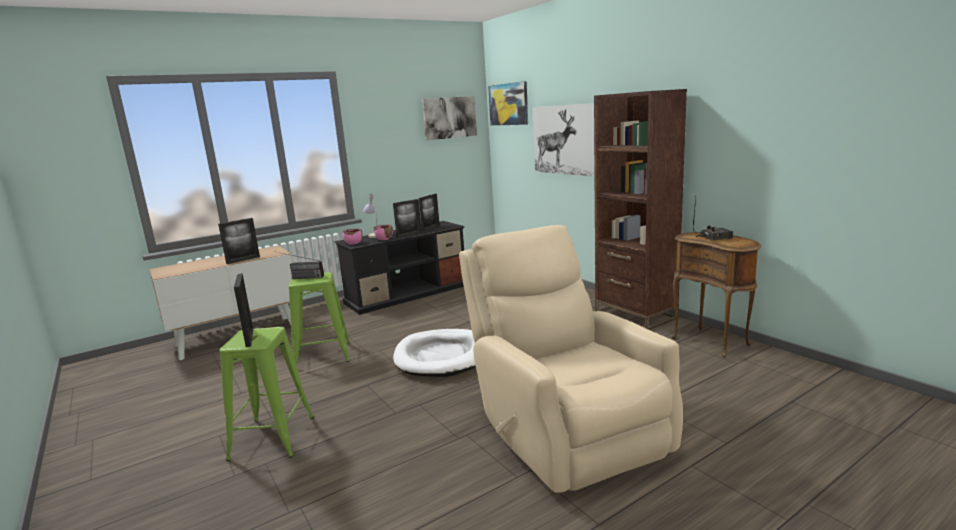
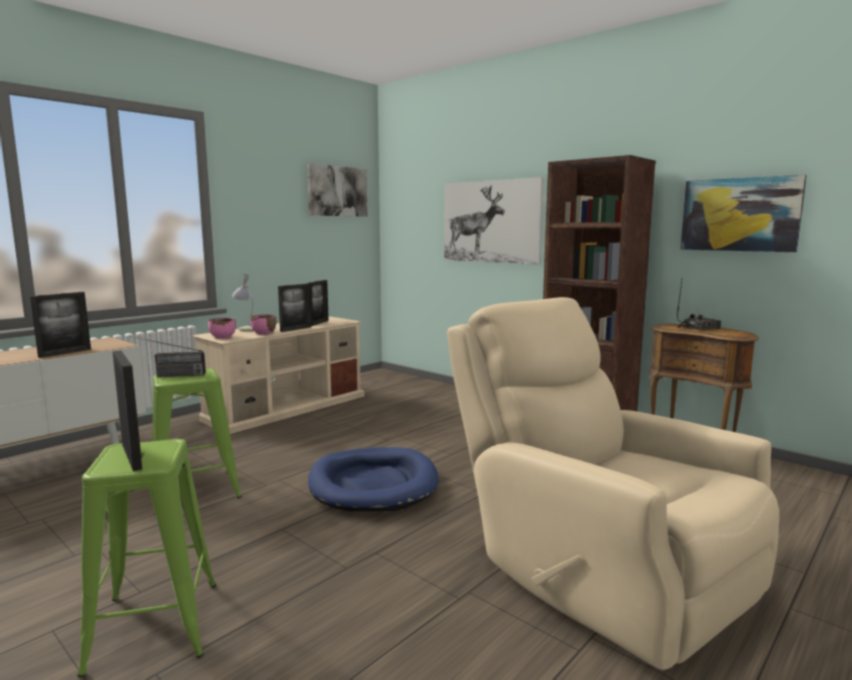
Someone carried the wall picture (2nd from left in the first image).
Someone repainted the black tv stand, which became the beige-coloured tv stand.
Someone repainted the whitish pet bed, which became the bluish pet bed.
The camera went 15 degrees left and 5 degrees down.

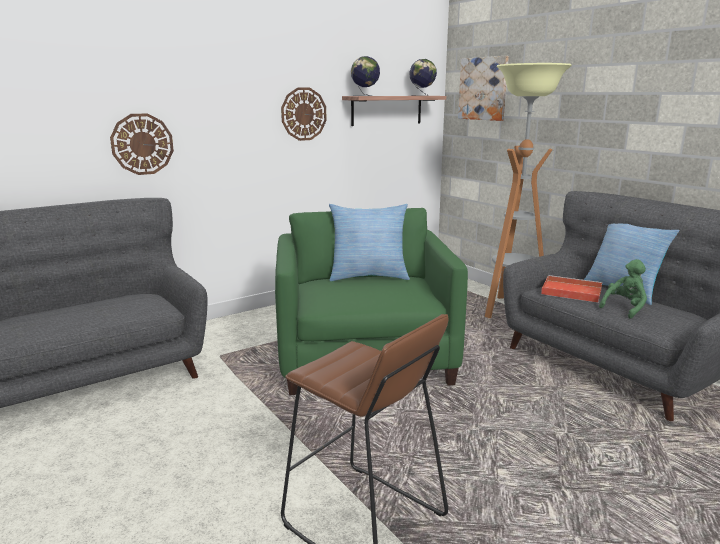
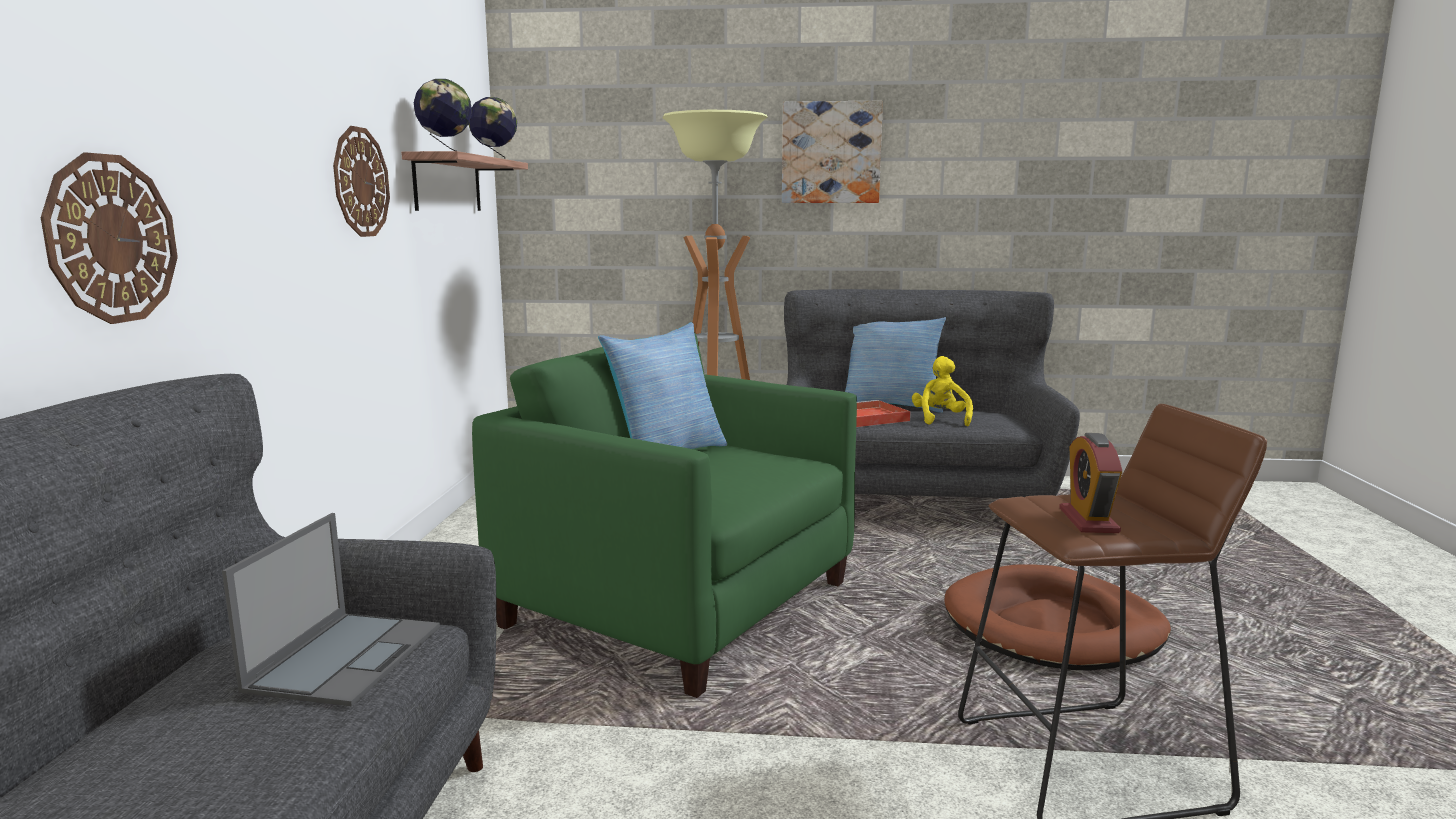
Someone carried the wall picture.
Someone repainted the green-coloured plush toy, which became the yellow-coloured plush toy.
Someone put down the alarm clock.
Someone put down the portable computer.
Someone put down the brown-coloured pet bed.
The camera went 50 degrees left and 5 degrees down.

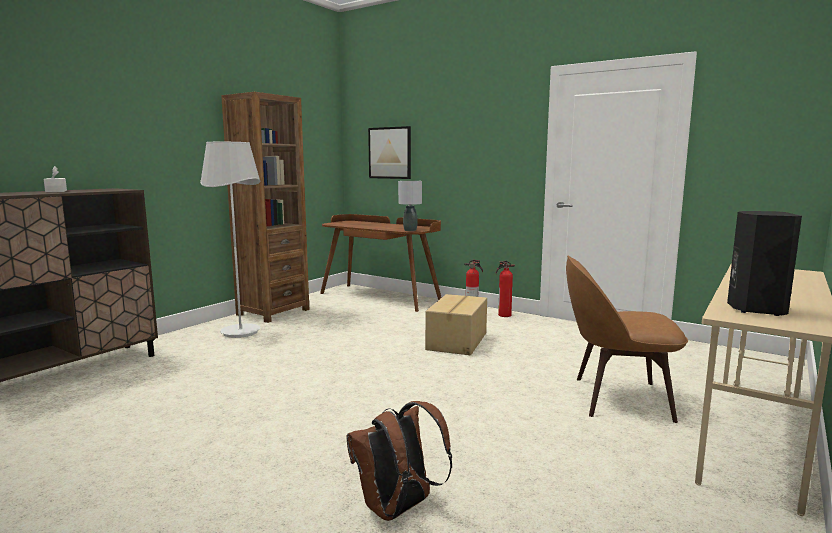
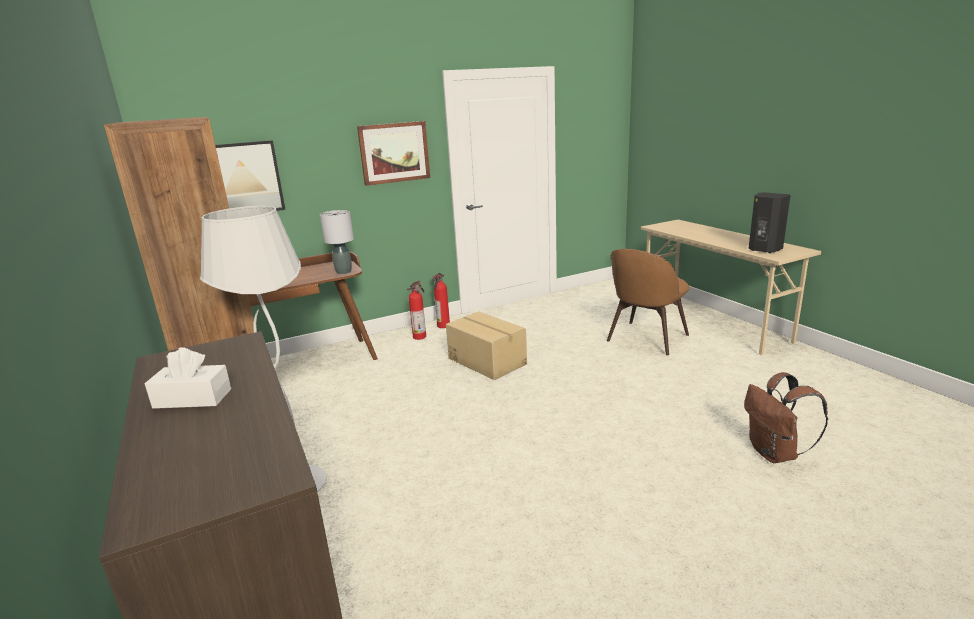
Someone put up the wall picture (2nd from left).
The camera went 60 degrees left and 10 degrees up.

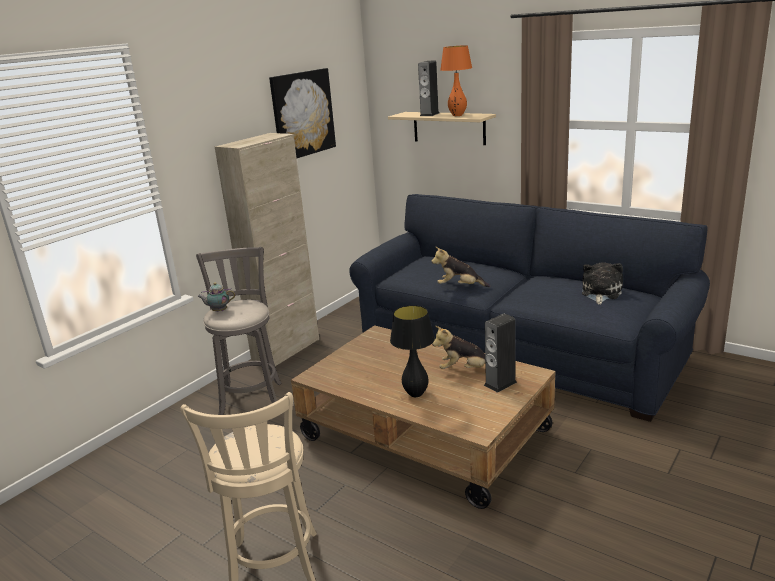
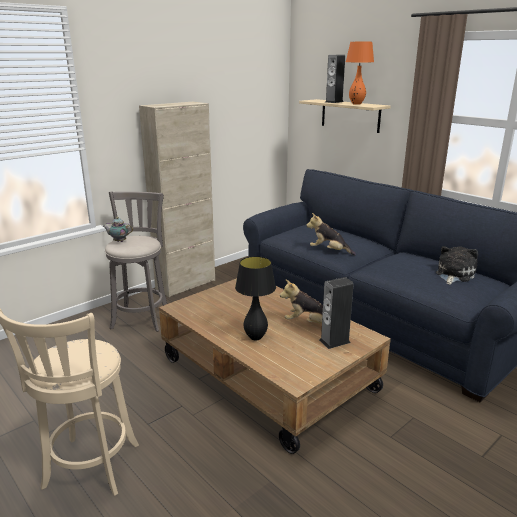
Someone took away the wall picture.
The camera went 10 degrees right and 0 degrees up.

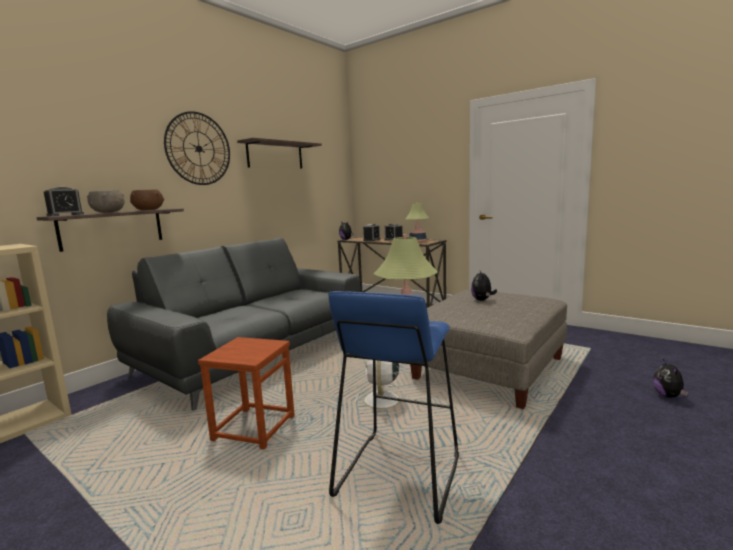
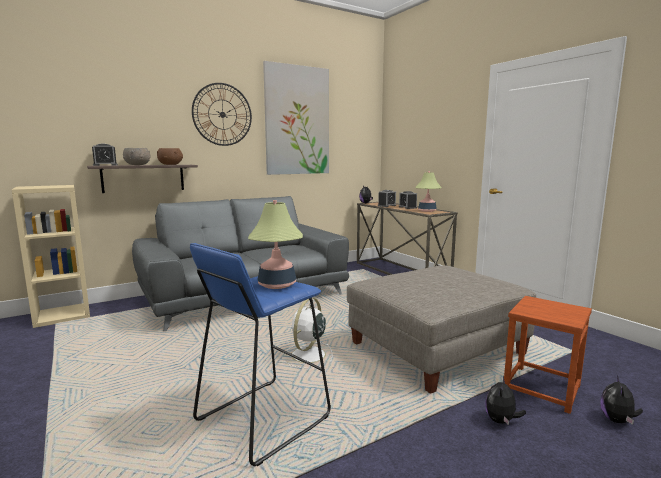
Someone swapped the shelf (2nd from left) for the wall picture.
Someone carried the plush toy (2nd from left).
Someone carried the brown-coloured sitting stool.
The camera went 20 degrees right and 0 degrees up.

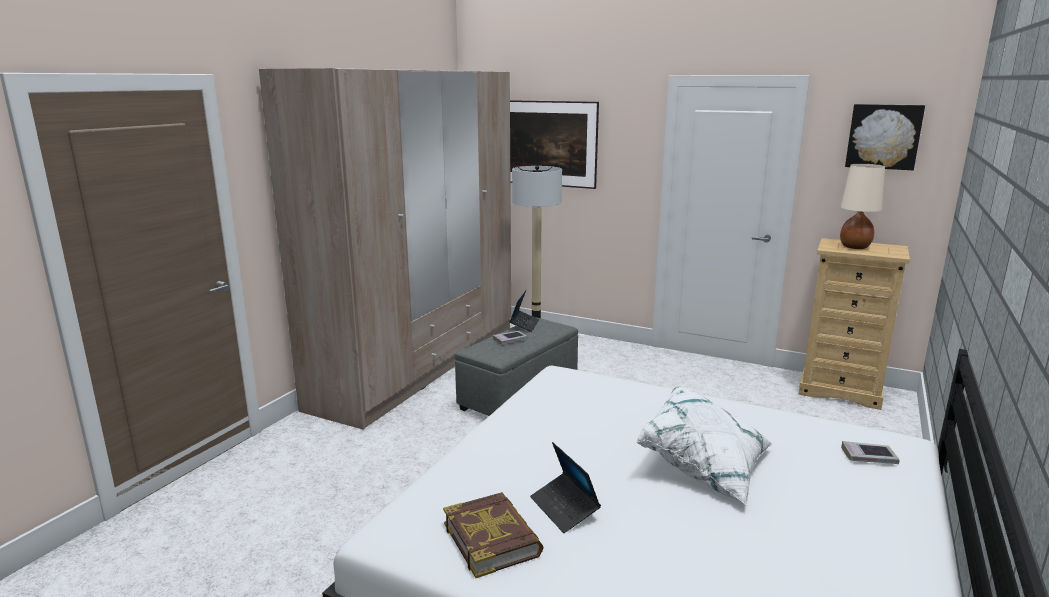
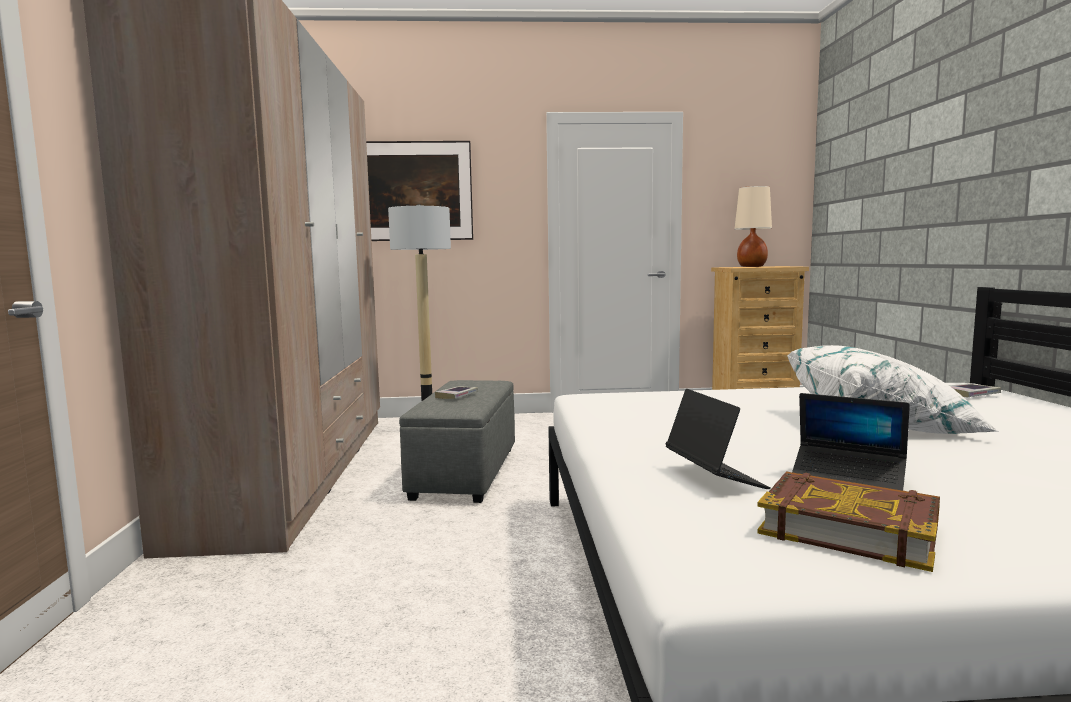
Someone took away the wall picture (2nd from left).
Someone carried the portable computer (1st from left).
The camera went 30 degrees left and 10 degrees down.

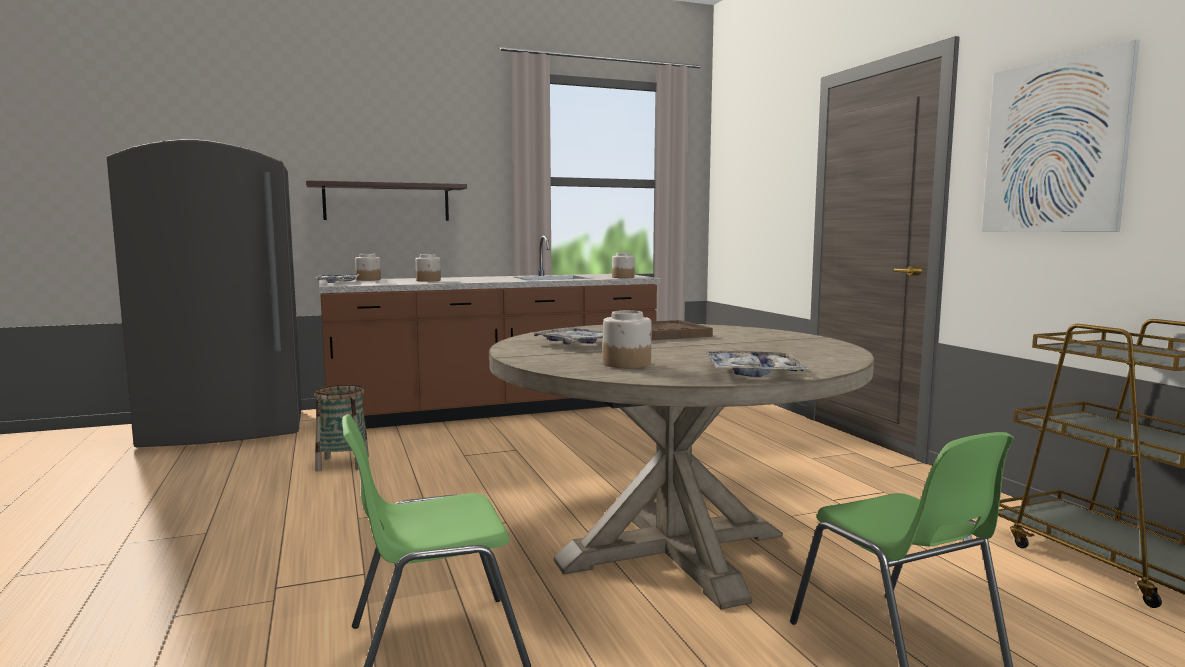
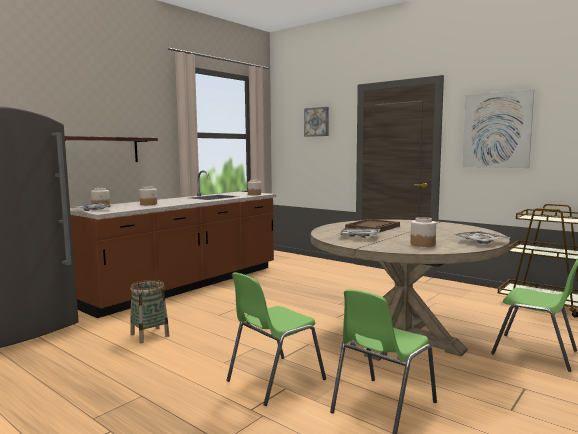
Someone put up the wall picture (1st from left).
Someone put down the green-coloured upright chair (1st from left).
The camera went 30 degrees left and 0 degrees up.

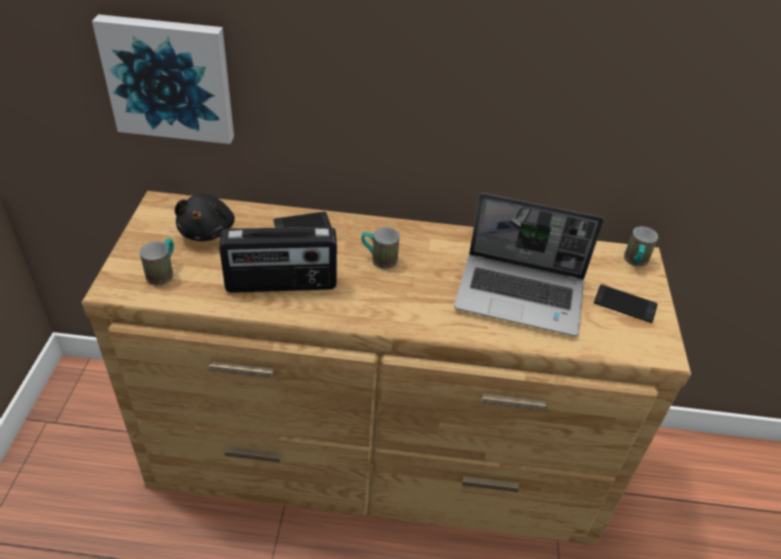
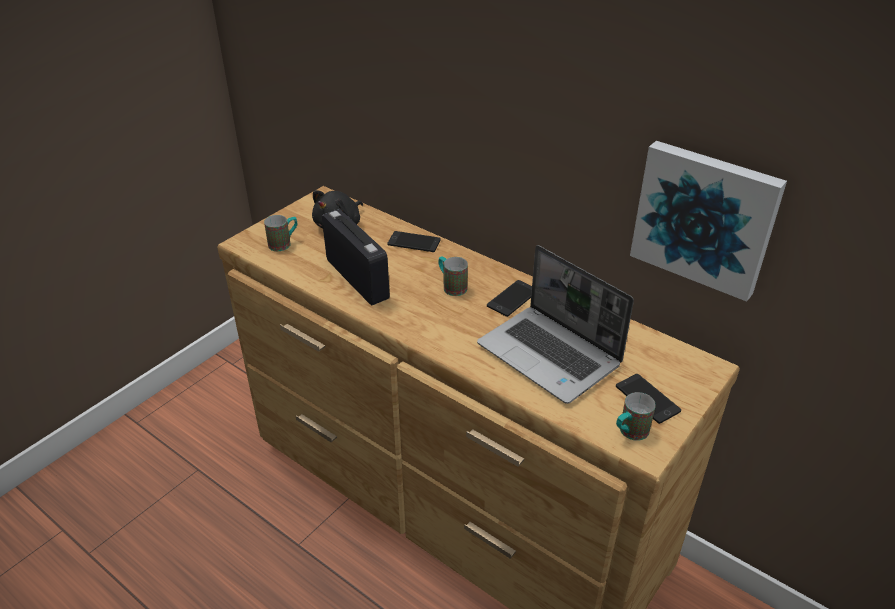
Someone carried the wall picture.
Someone carried the tea mug (3rd from left).
Someone rotated the radio receiver by 150 degrees counterclockwise.
Someone put down the telephone (2nd from left).
The camera went 35 degrees right and 5 degrees down.

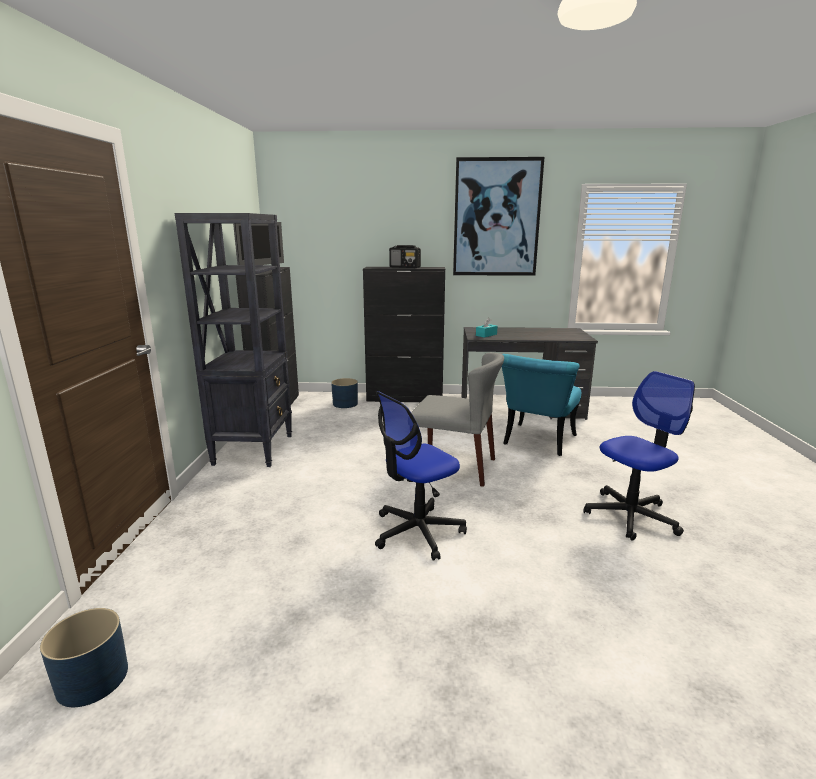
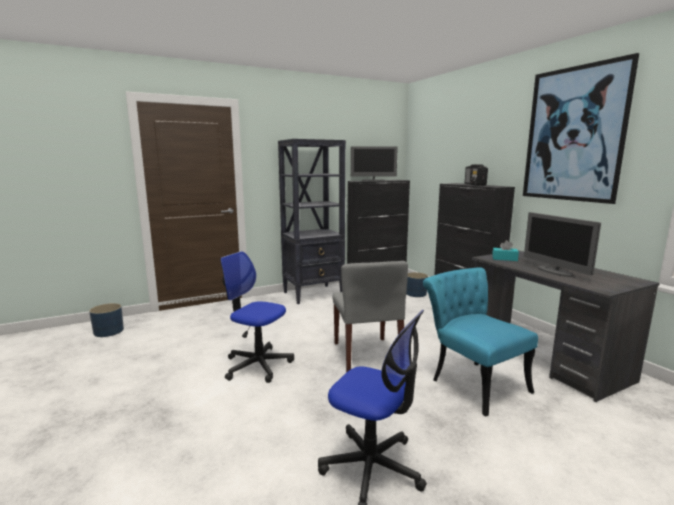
Someone rotated the blue-green upright chair by 60 degrees clockwise.
Someone put down the computer screen (2nd from left).
The camera went 60 degrees right and 5 degrees down.

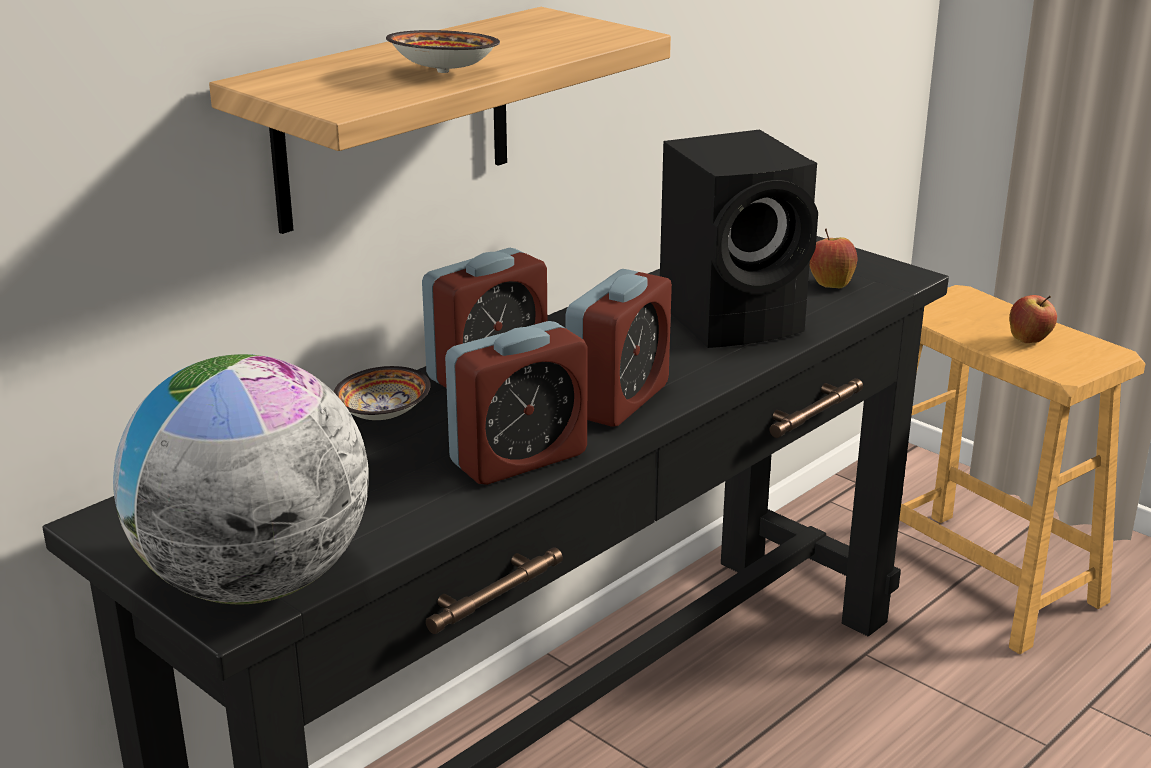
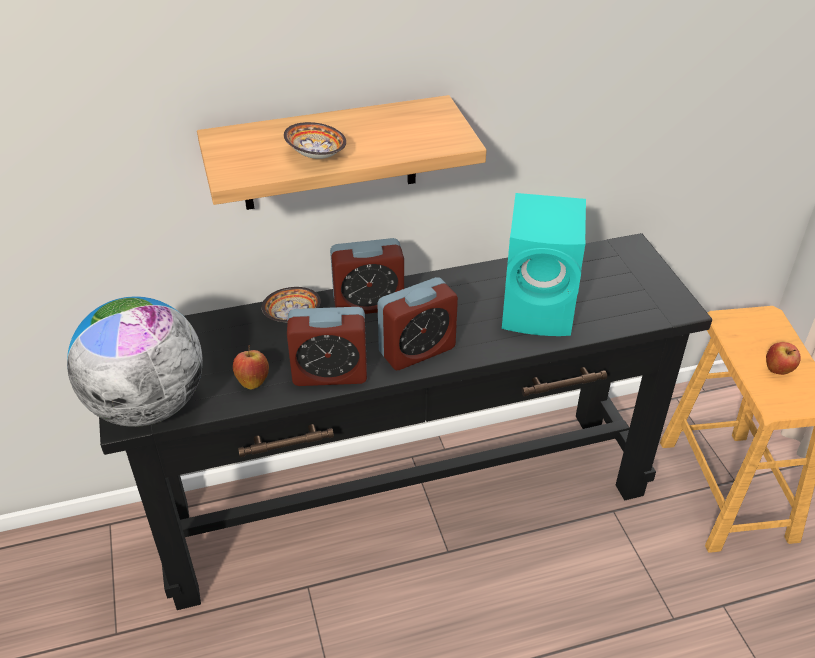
Someone repainted the black loudspeaker, which became the blue-green loudspeaker.
Someone carried the whole apple (1st from left).
The camera went 30 degrees right and 15 degrees up.

